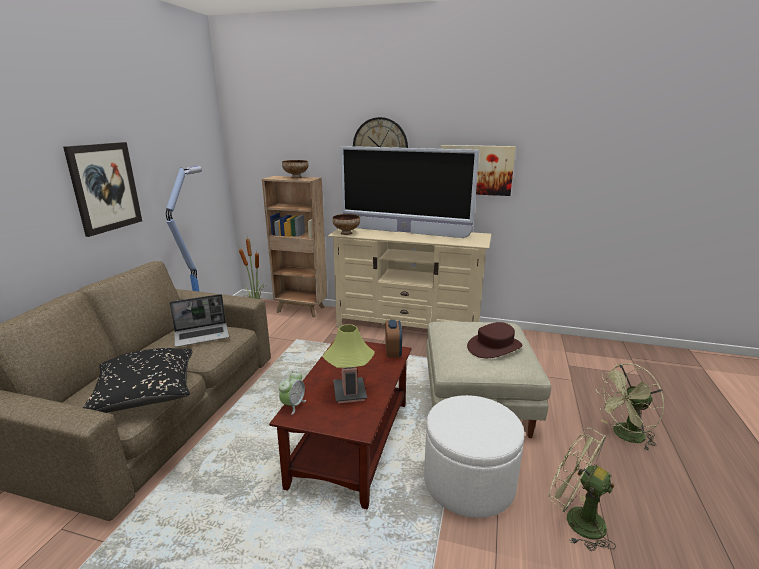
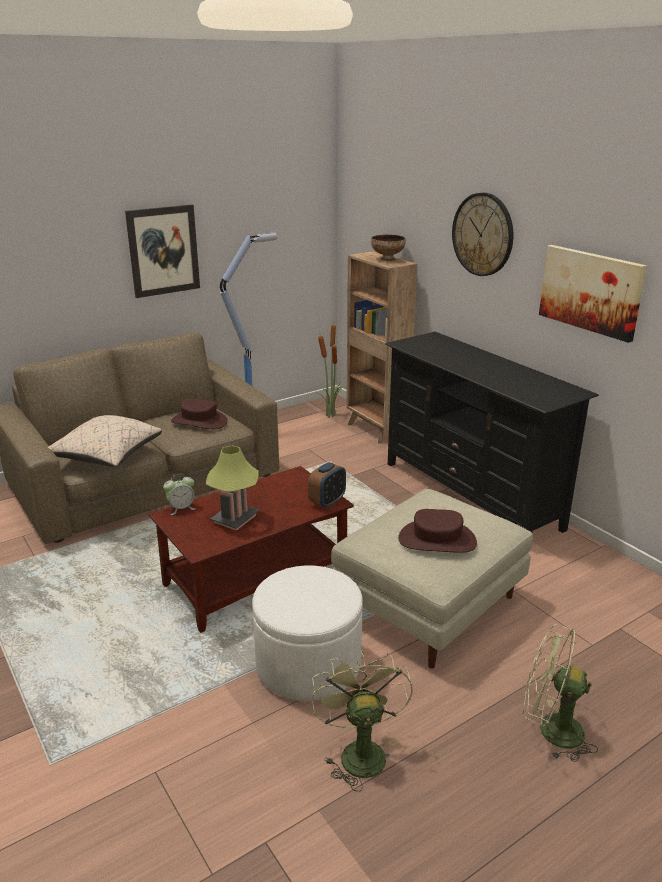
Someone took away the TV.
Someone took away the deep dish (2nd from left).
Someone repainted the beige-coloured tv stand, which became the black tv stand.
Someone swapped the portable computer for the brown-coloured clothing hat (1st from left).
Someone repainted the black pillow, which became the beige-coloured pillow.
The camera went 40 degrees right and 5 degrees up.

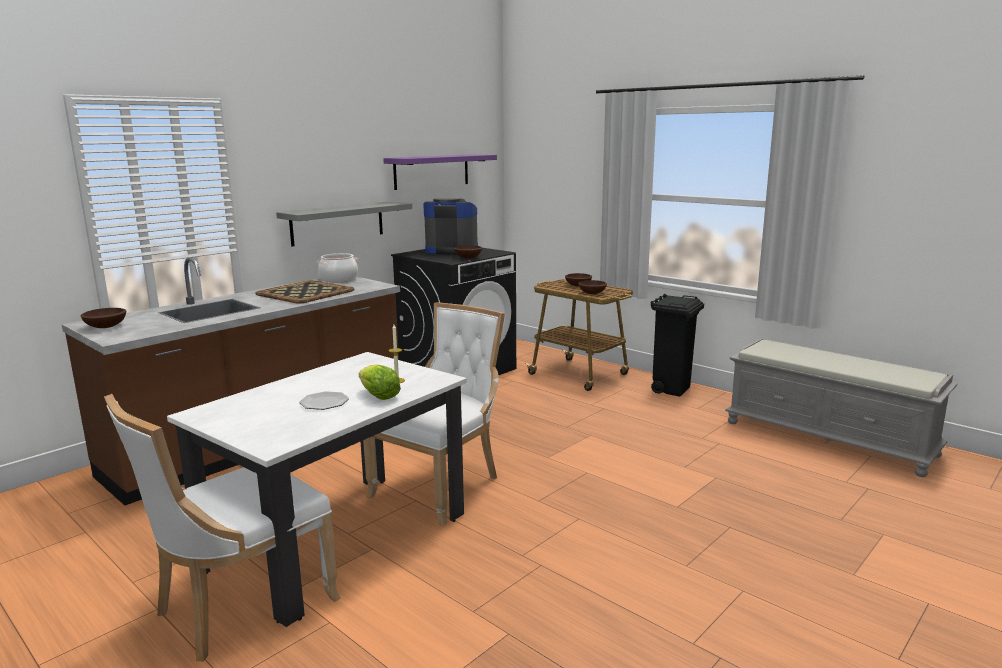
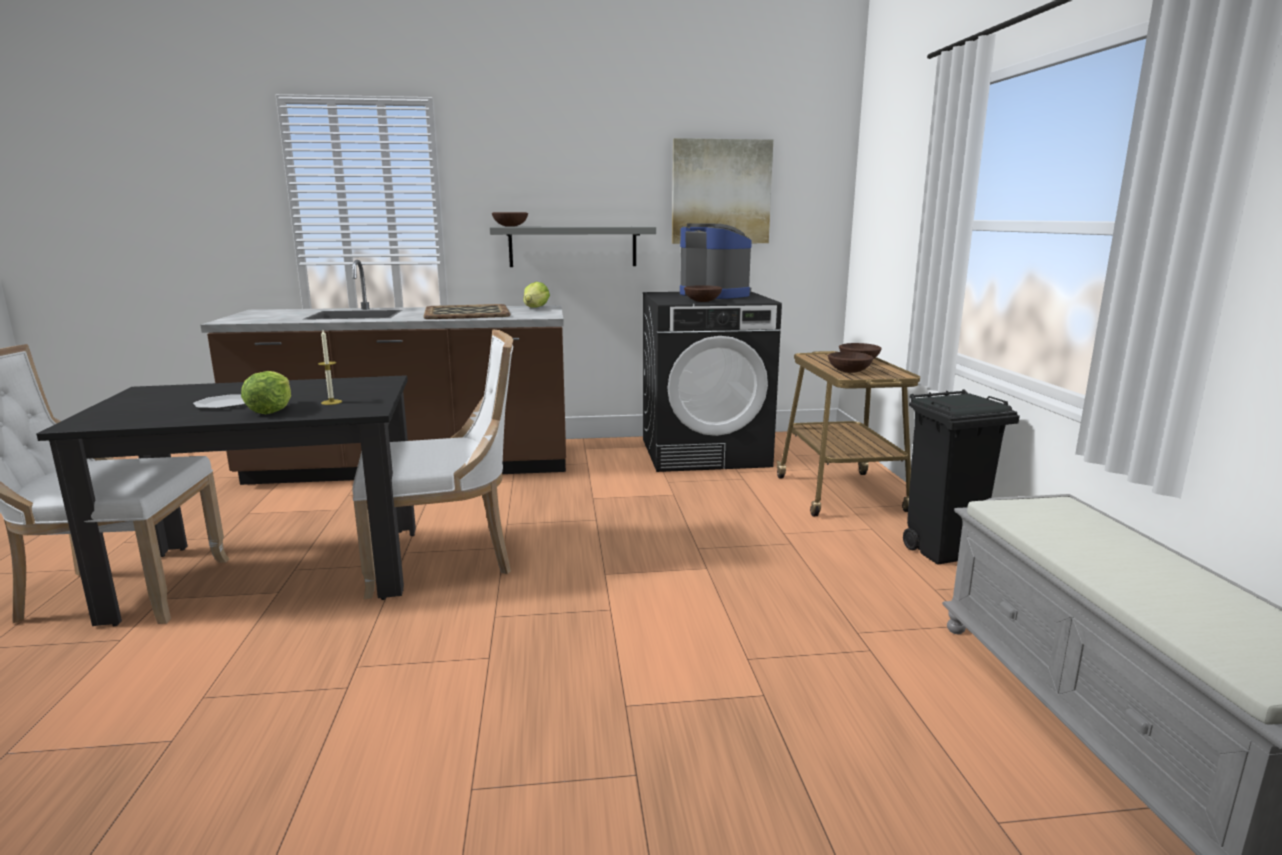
Someone swapped the purple shelf for the wall picture.
Someone swapped the stockpot for the lettuce (2nd from left).
Someone carried the brown-coloured deep dish (1st from left).
Someone repainted the whitish dinner table, which became the black dinner table.
The camera went 40 degrees right and 0 degrees up.

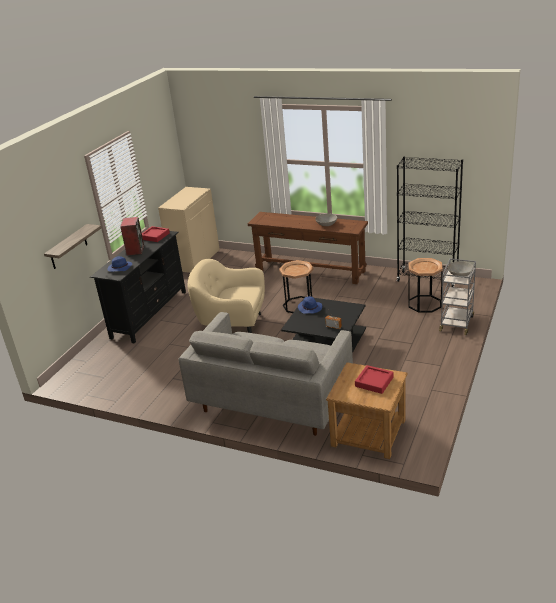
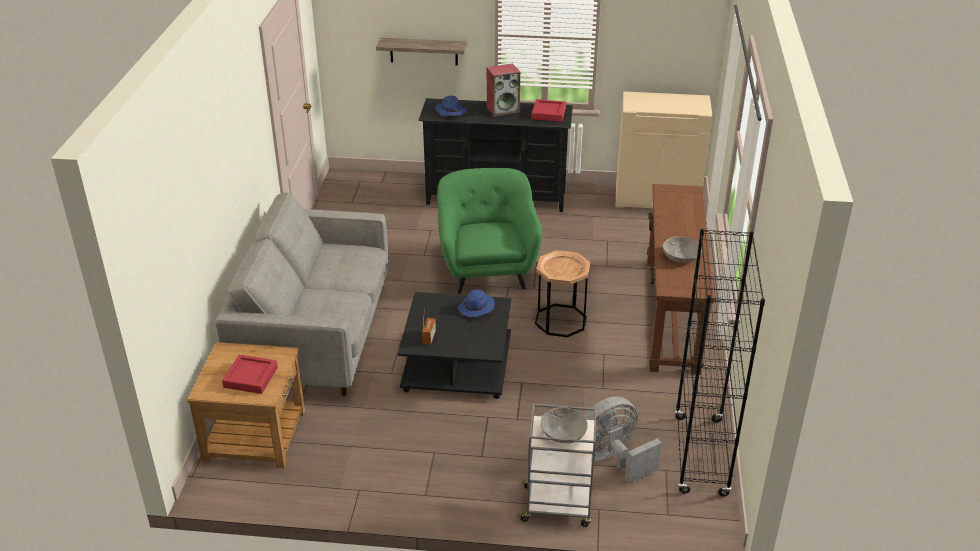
Someone swapped the brown-coloured side table (3rd from left) for the gray fan.
Someone repainted the beige-coloured lounge chair, which became the green-coloured lounge chair.
The camera went 70 degrees right and 5 degrees up.

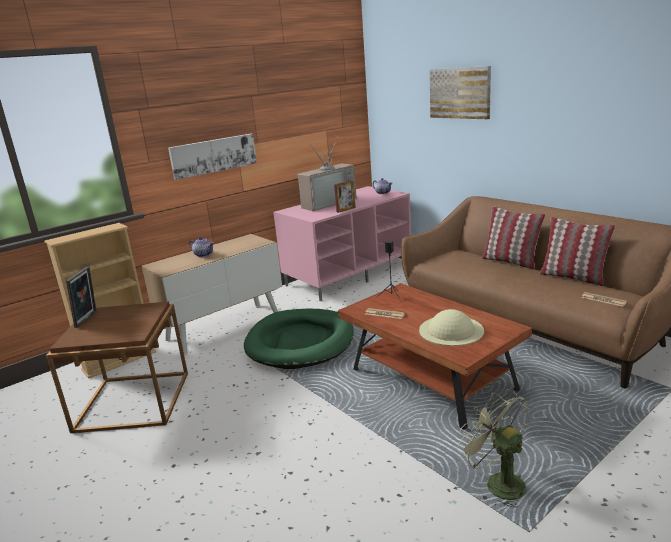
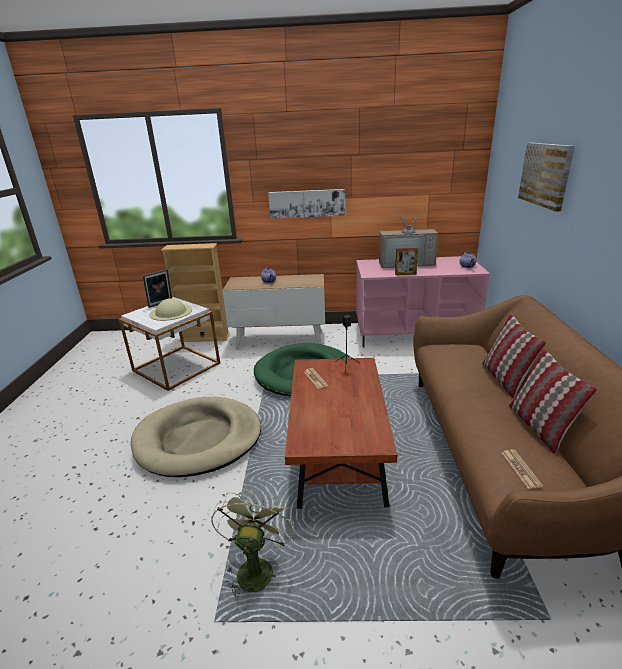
Someone repainted the brown-coloured side table, which became the whitish side table.
Someone carried the beige-coloured clothing hat.
Someone put down the beige-coloured pet bed.
The camera went 40 degrees right and 5 degrees up.

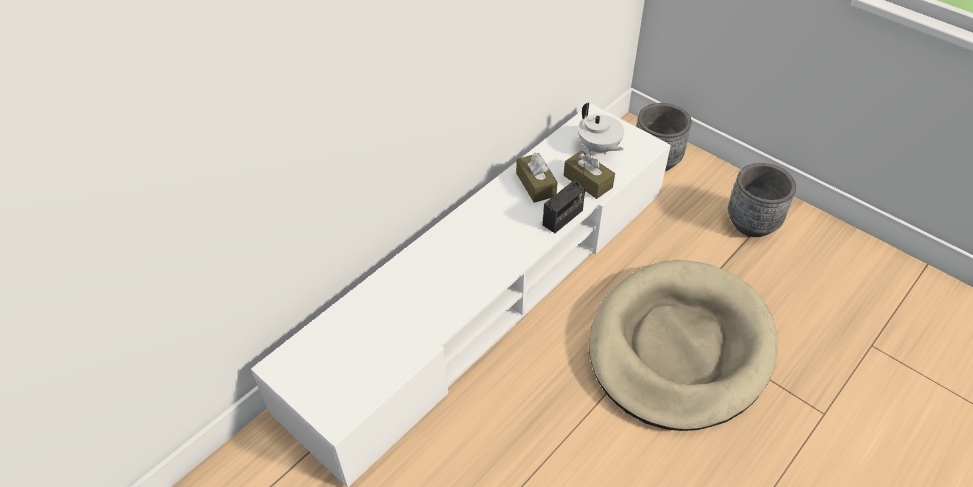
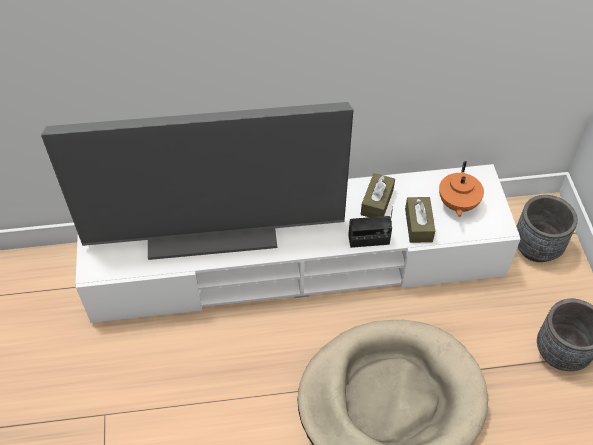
Someone repainted the whitish teapot, which became the orangey teapot.
Someone put down the TV.
The camera went 40 degrees right and 5 degrees up.

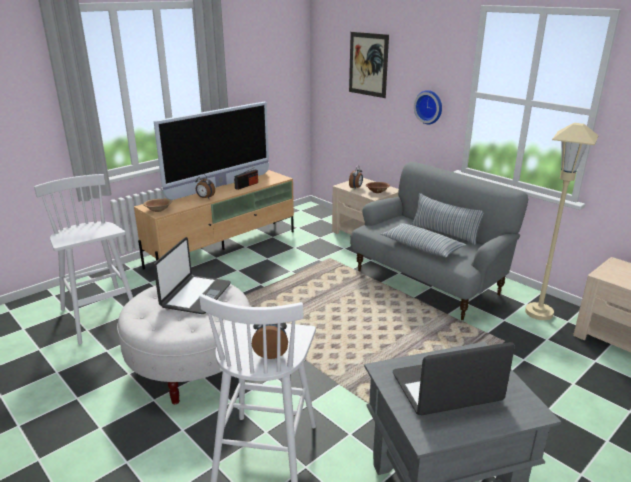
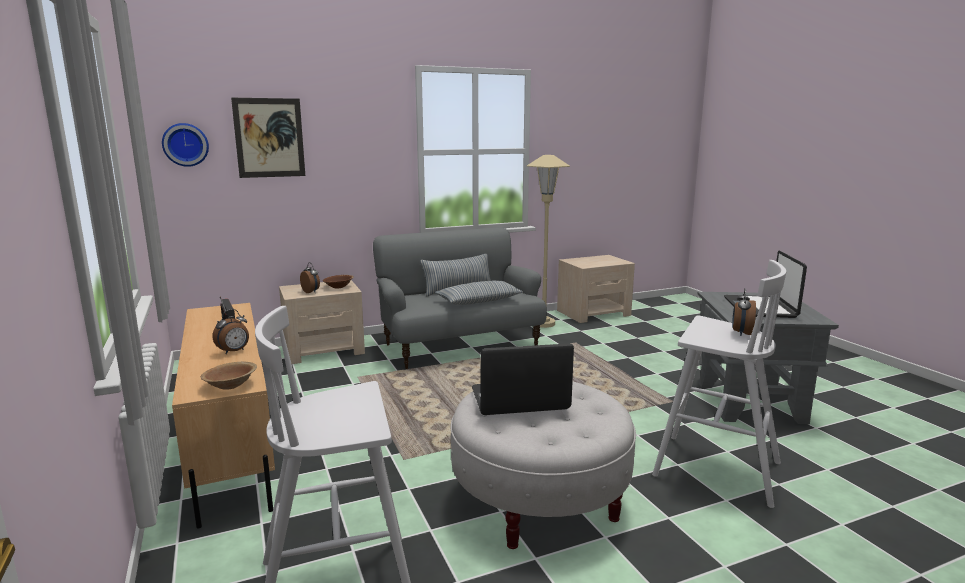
Someone carried the wall clock.
Someone took away the TV.
Someone rotated the portable computer (1st from left) by 45 degrees counterclockwise.
The camera went 70 degrees left and 10 degrees down.

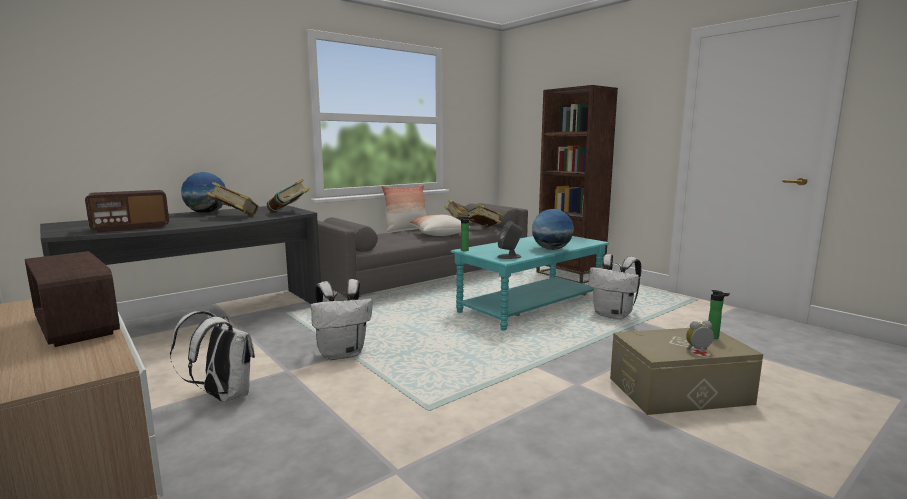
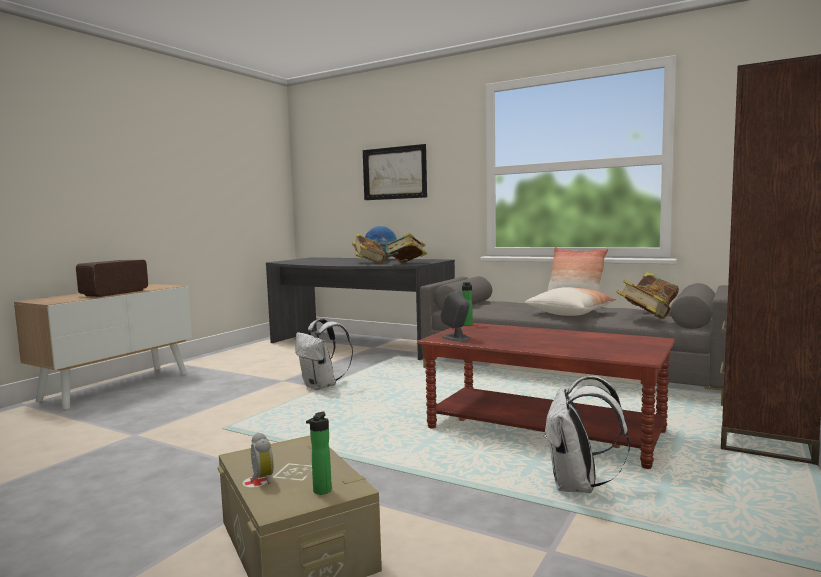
Someone took away the radio receiver (2nd from left).
Someone took away the desk globe (2nd from left).
Someone repainted the blue-green coffee table, which became the brown-coloured coffee table.
Someone took away the whitish knapsack (1st from left).
Someone put up the wall picture.
The camera went 70 degrees right and 5 degrees down.

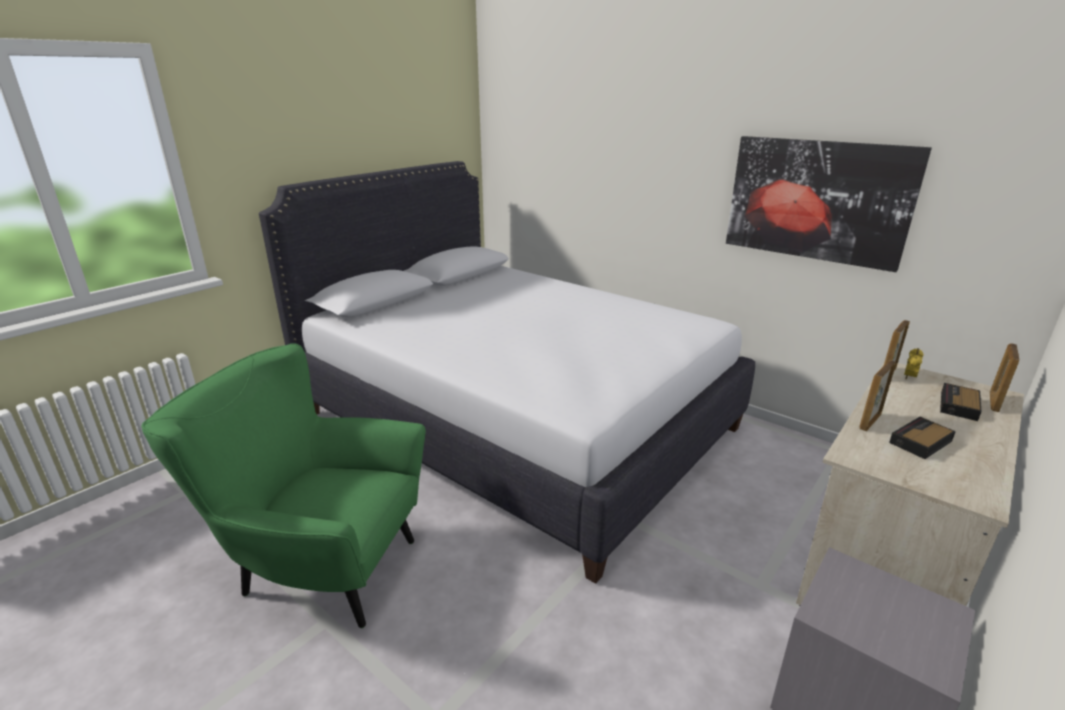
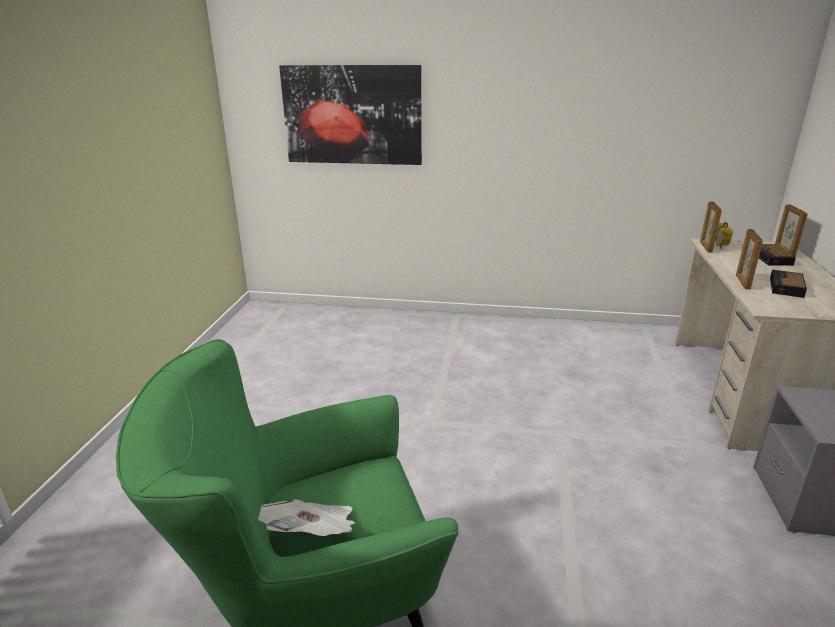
Someone carried the wall picture.
Someone took away the whitish bedroom bed.
Someone put down the daily paper.
The camera went 30 degrees left and 0 degrees up.

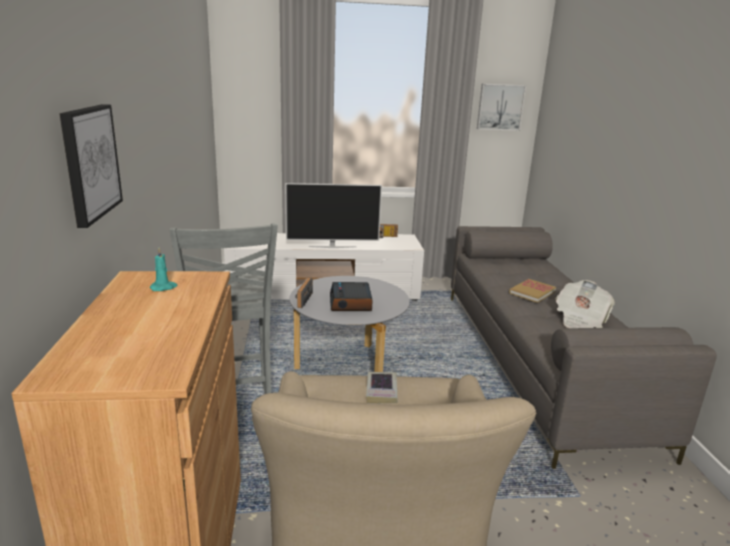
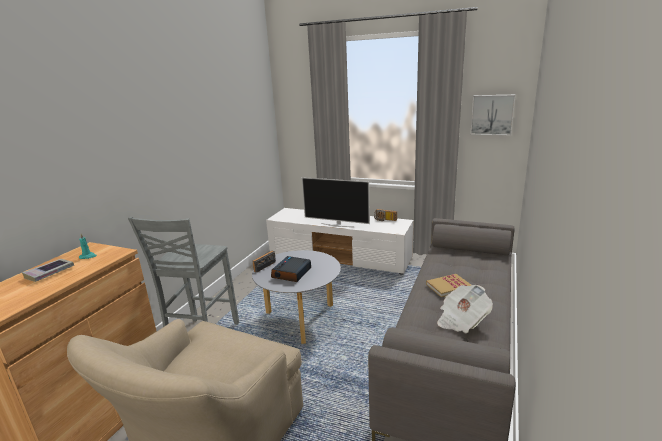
Someone took away the wall picture (1st from left).
Someone carried the book (1st from left).
The camera went 30 degrees right and 0 degrees up.

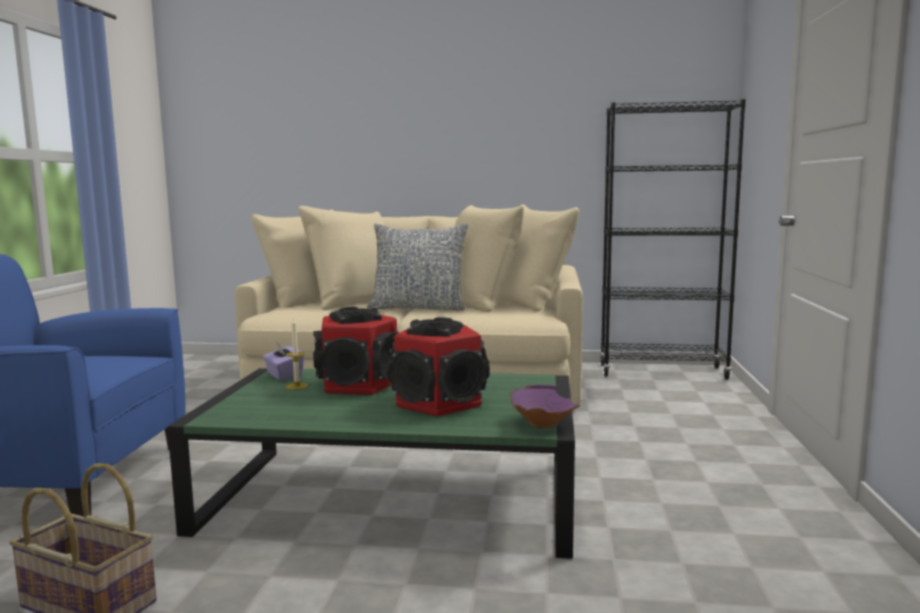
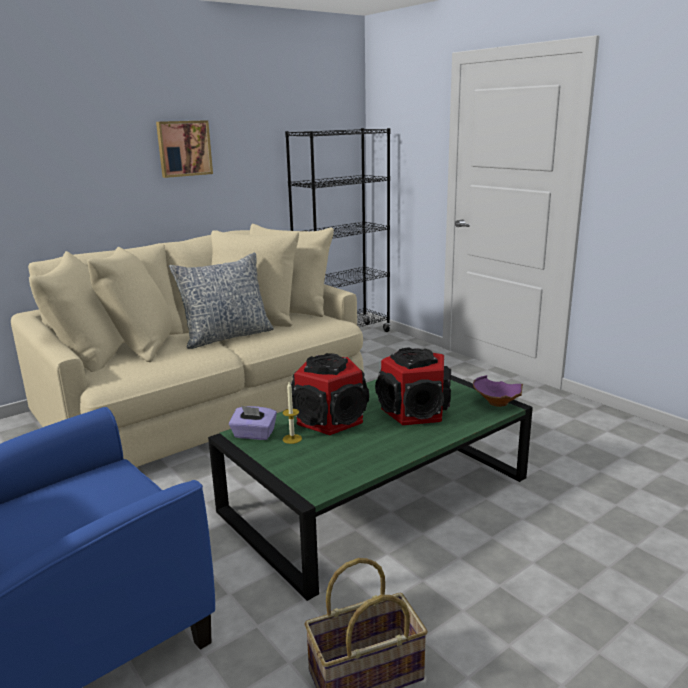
Someone put up the wall picture.
The camera went 45 degrees left and 10 degrees up.

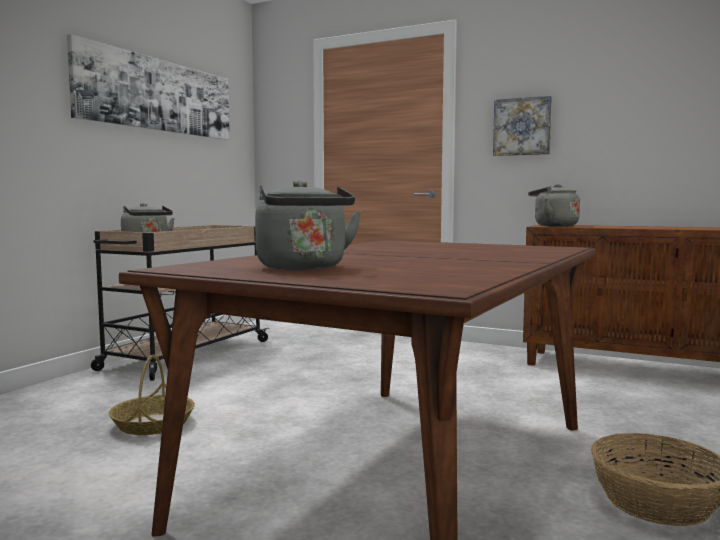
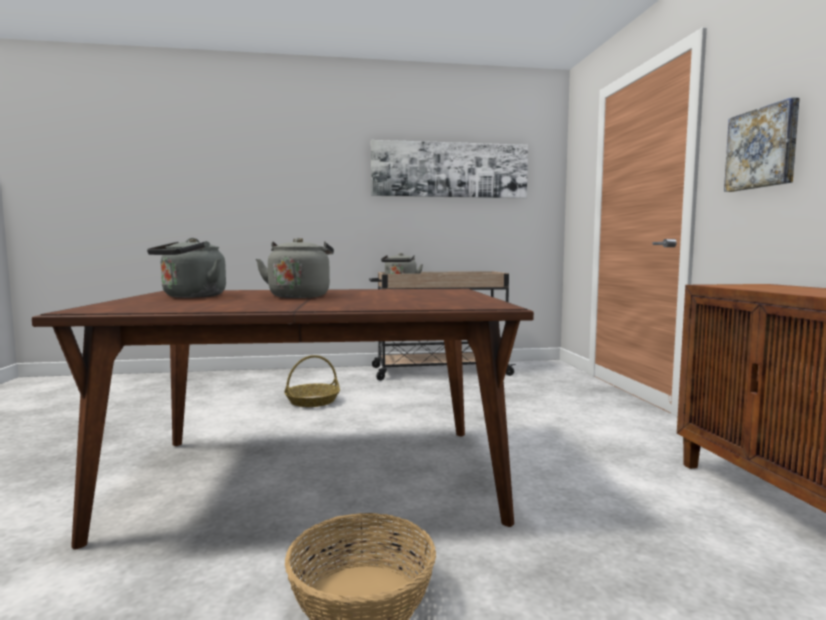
Someone carried the gray water kettle (3rd from left in the first image).
The camera went 55 degrees right and 0 degrees up.

